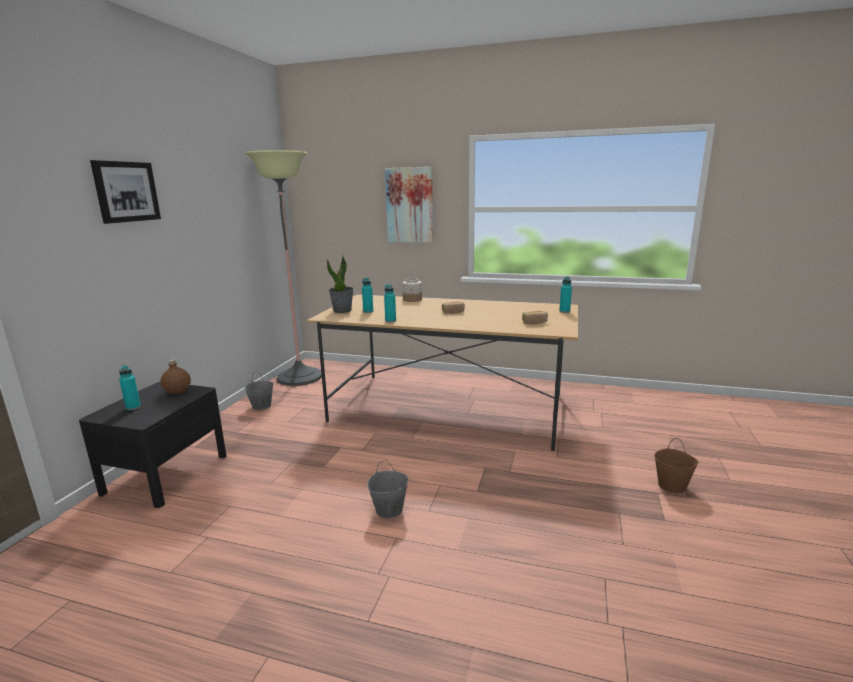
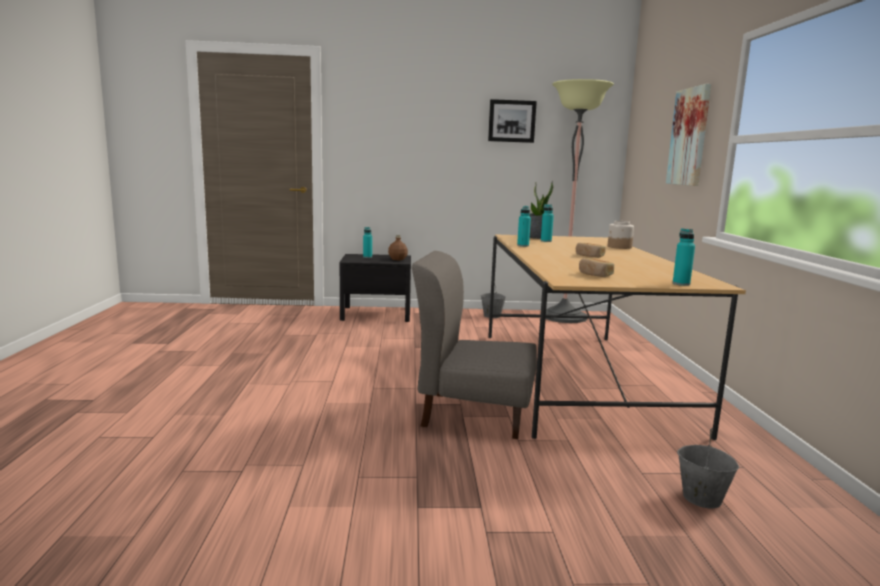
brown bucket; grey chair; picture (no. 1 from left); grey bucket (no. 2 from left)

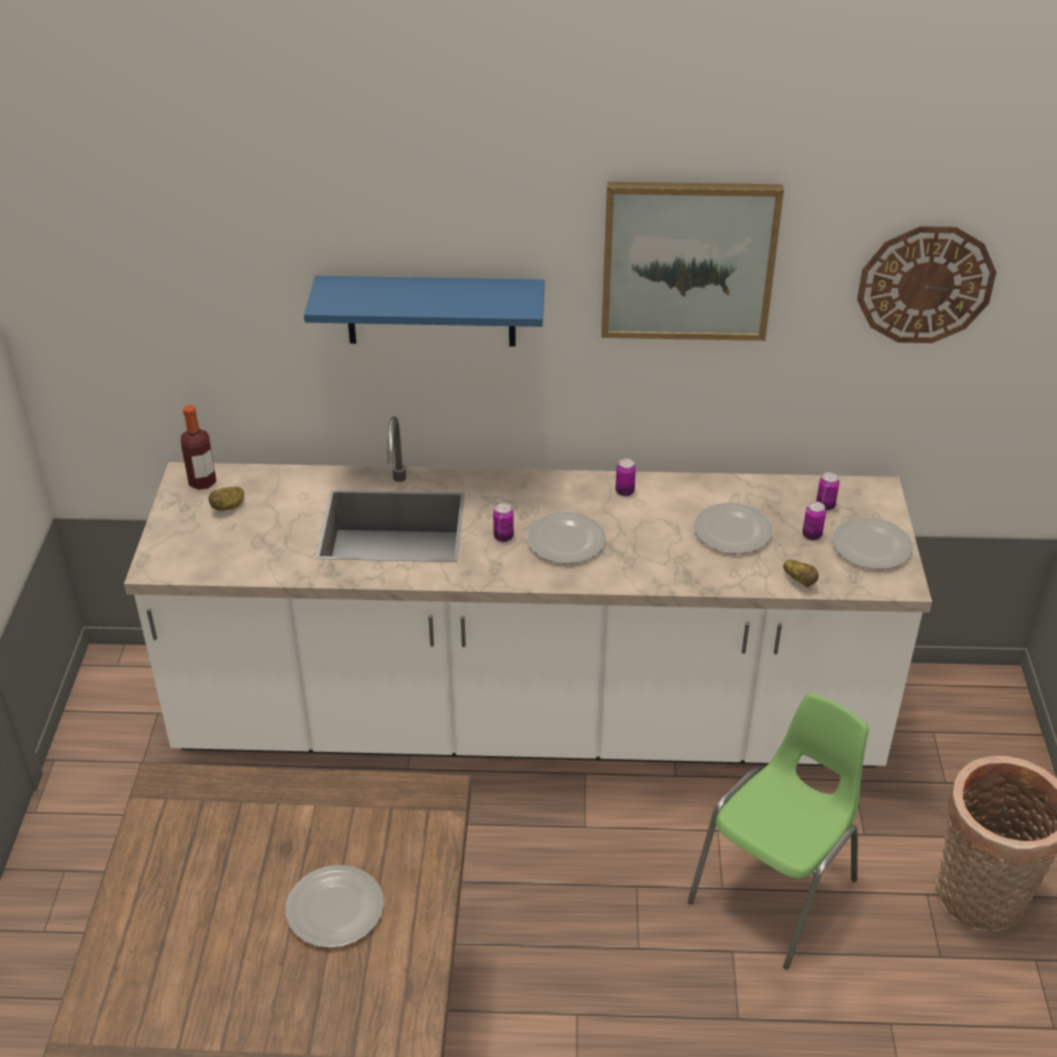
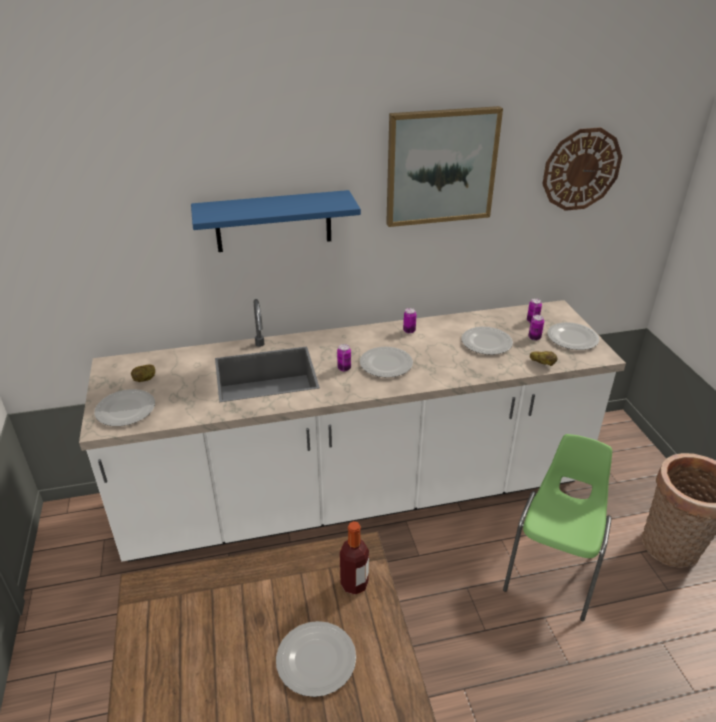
plate (no. 1 from left); bottle

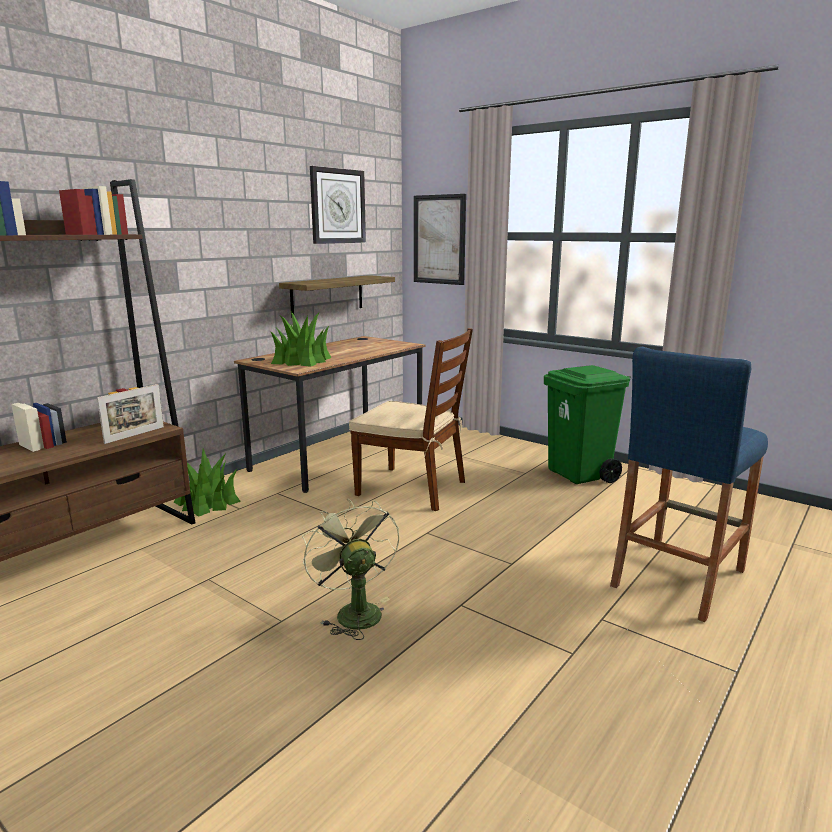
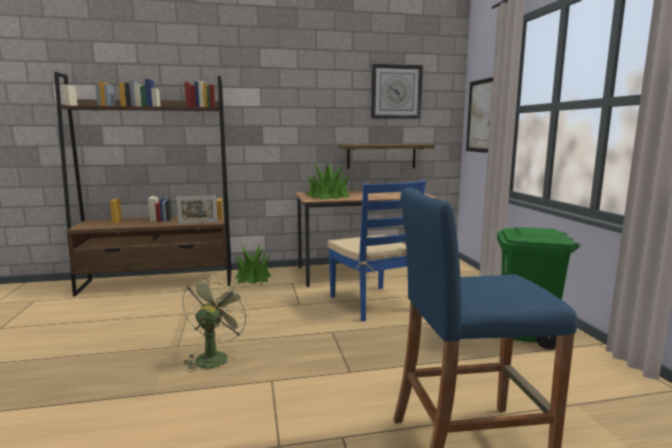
blue chair

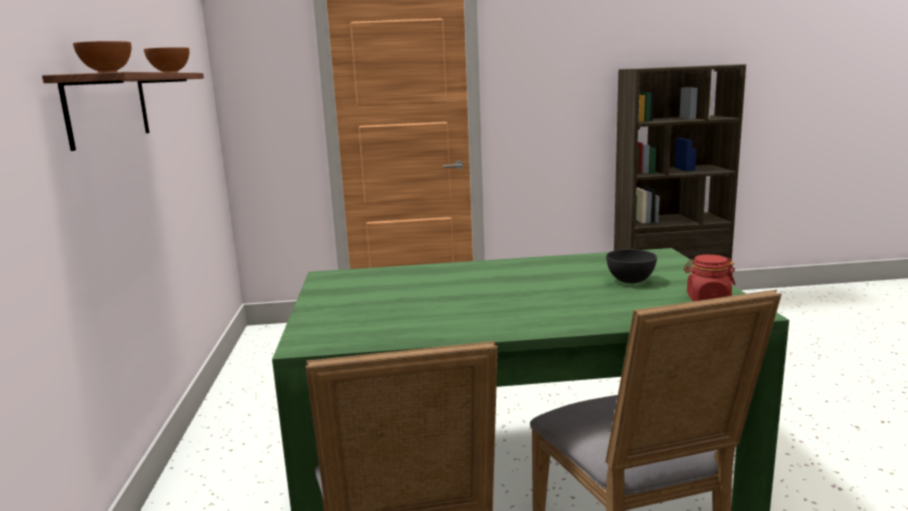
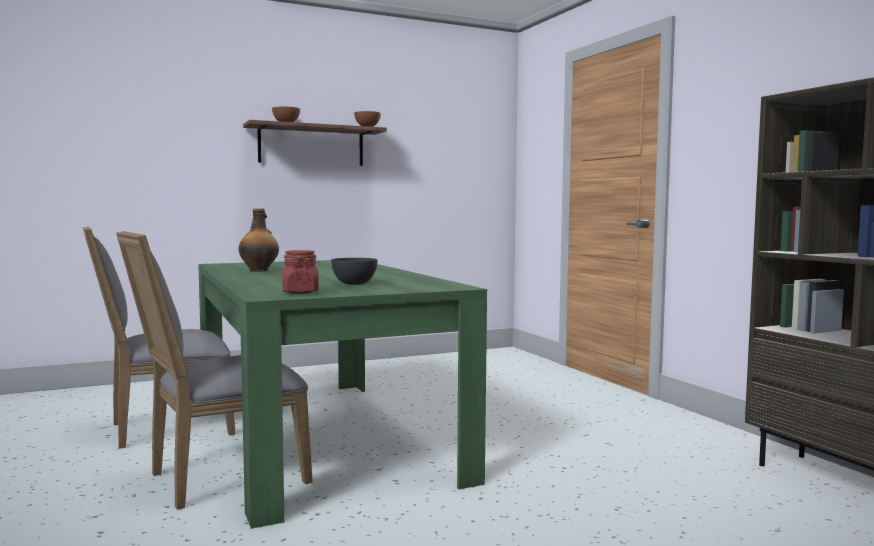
bottle

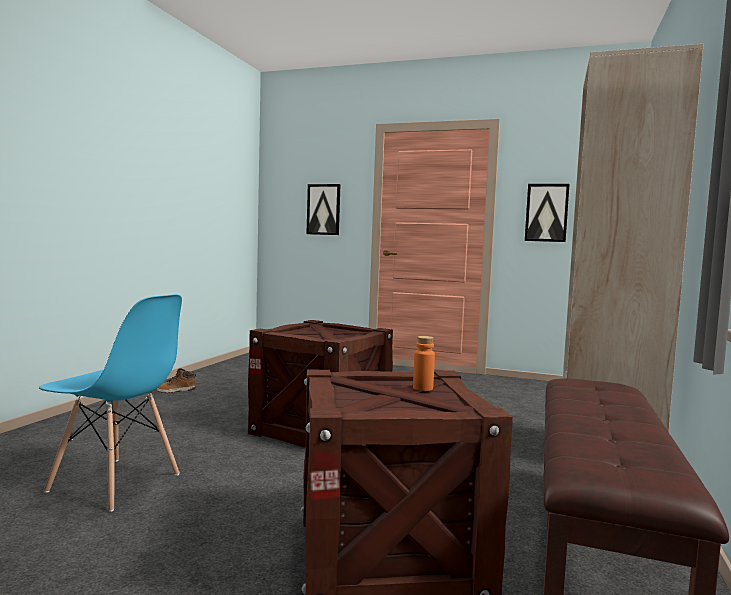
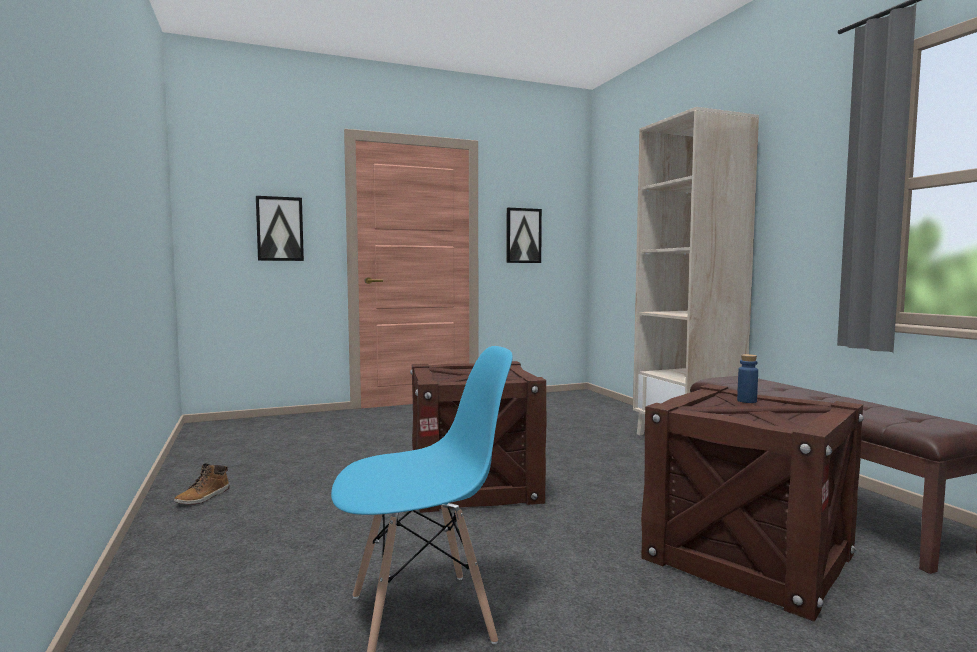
blue bottle

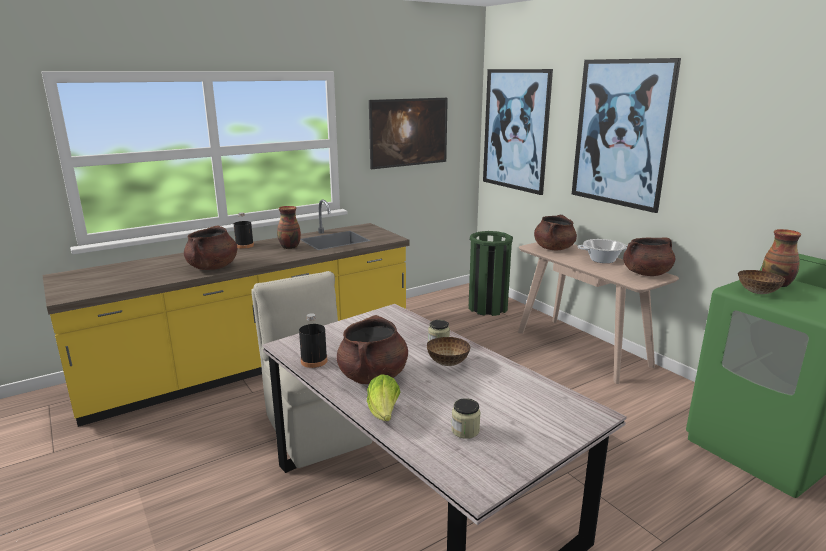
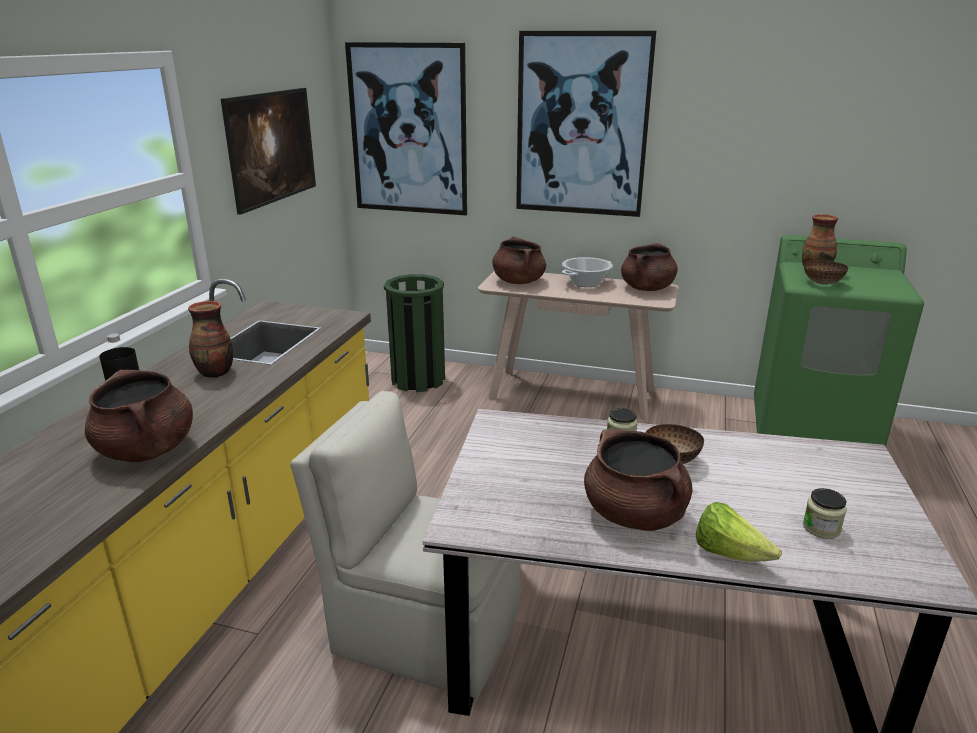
black bottle (no. 2 from left in the first image)

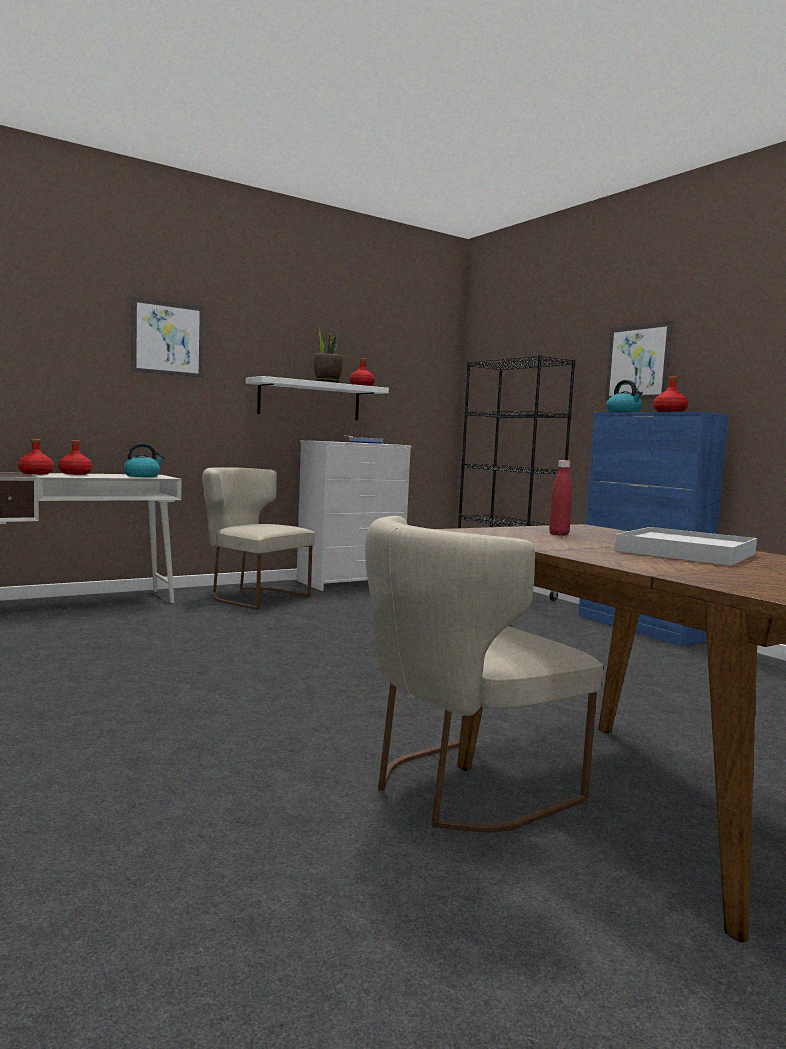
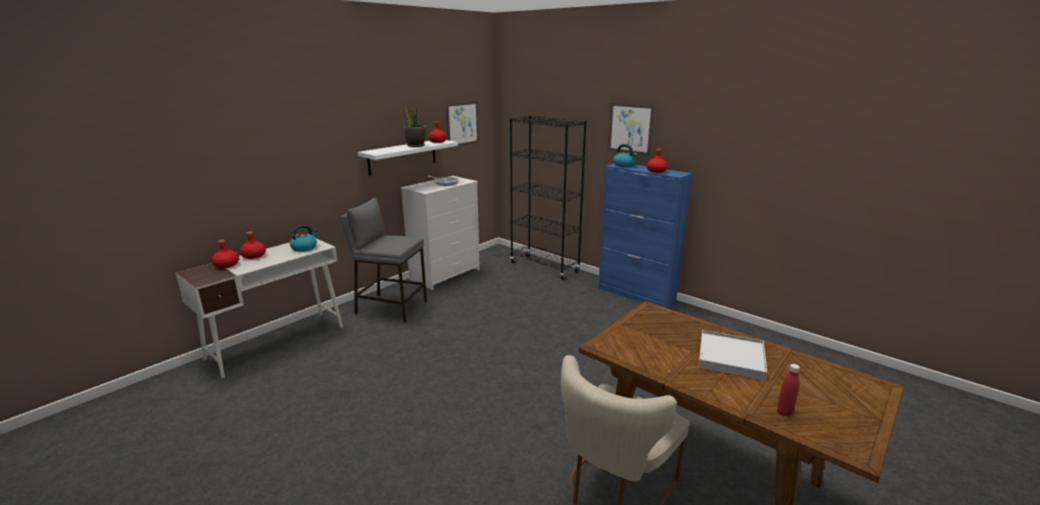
picture (no. 1 from left); red bottle (no. 5 from left); grey stool

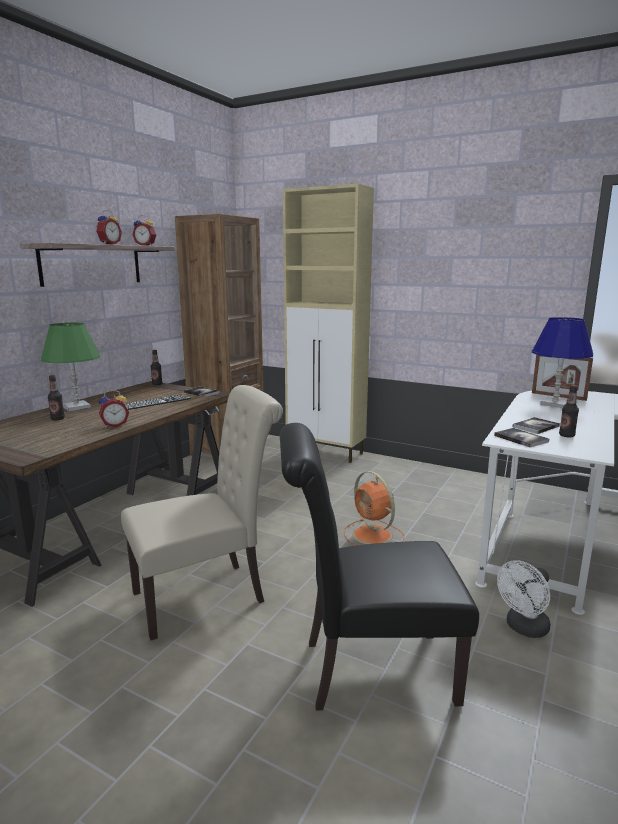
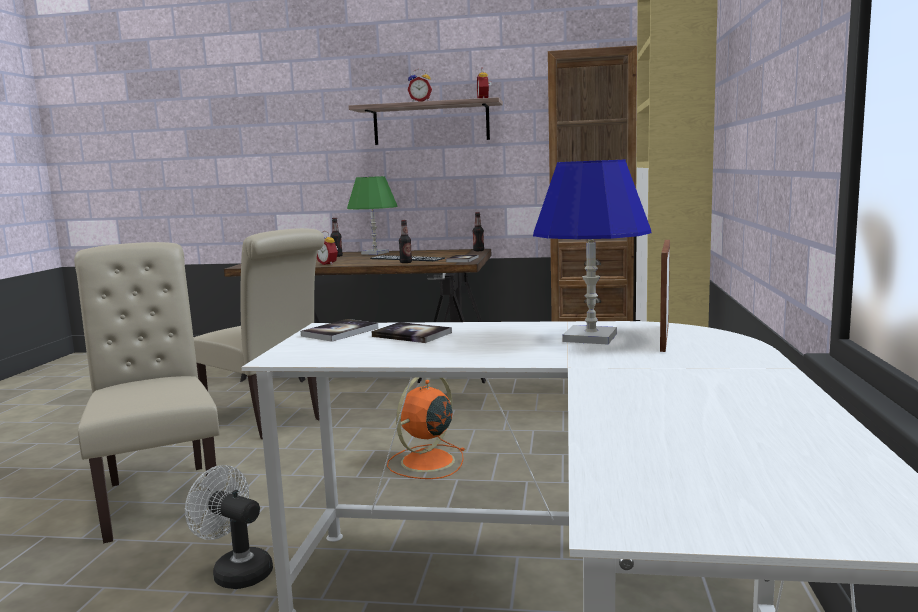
bottle (no. 2 from left); beige chair (no. 1 from left)

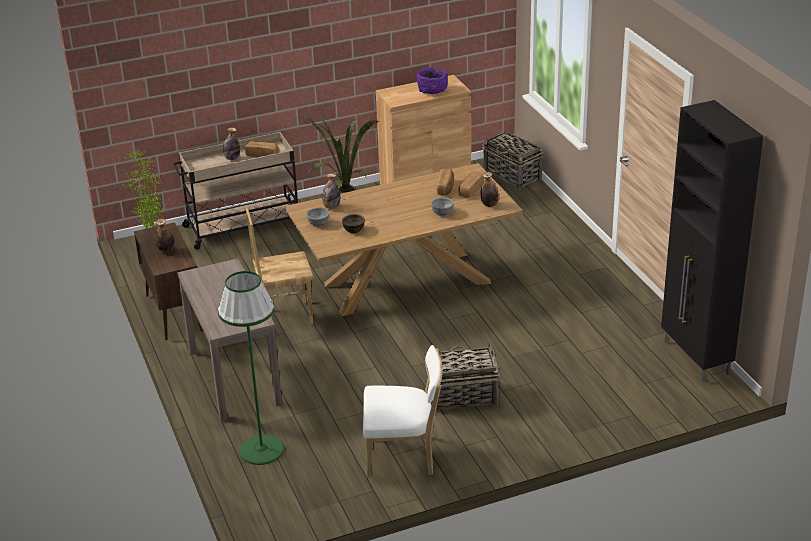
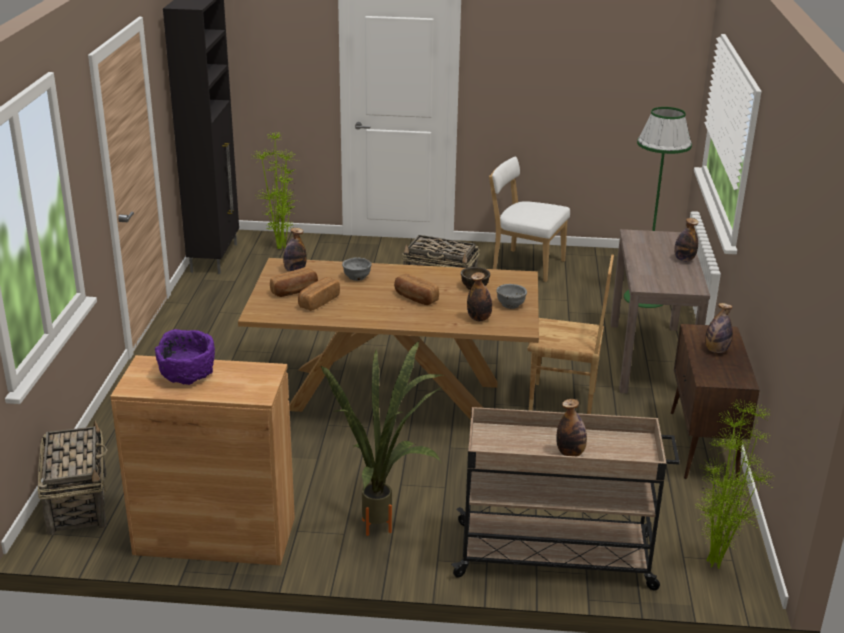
potted plant (no. 1 from left); bottle (no. 4 from left); bread (no. 3 from left)

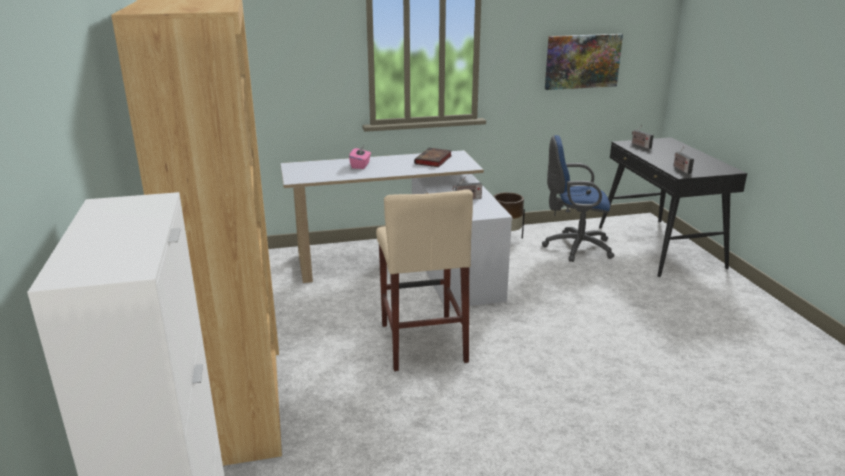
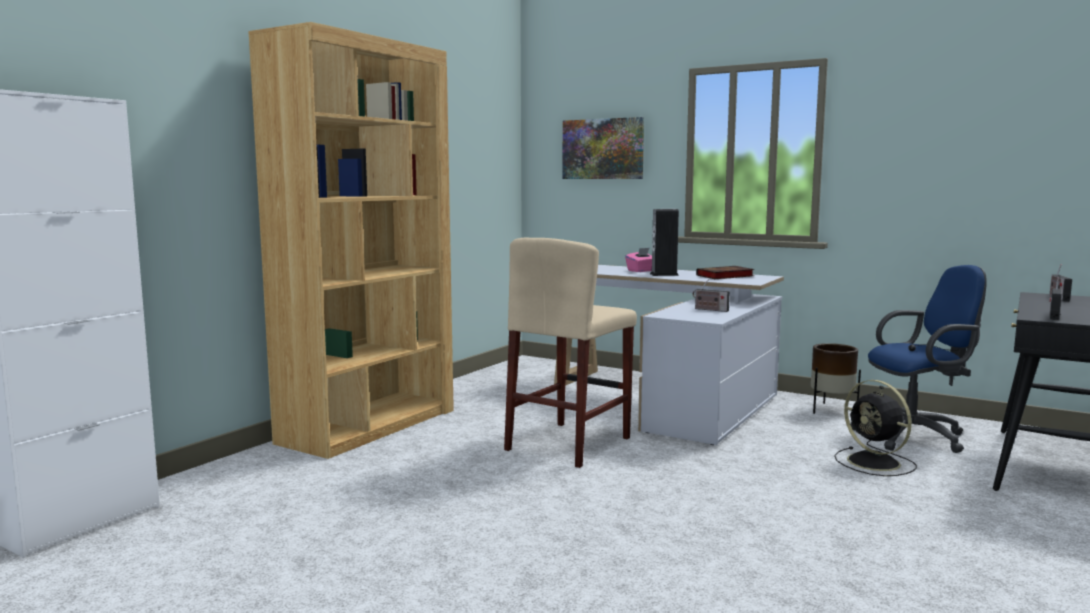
speaker; black fan; picture; blue office chair

